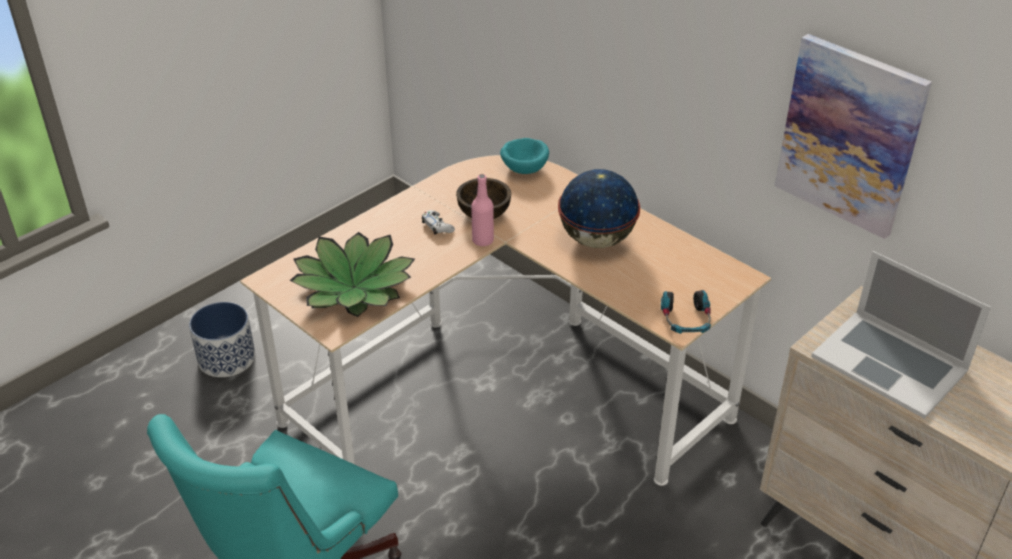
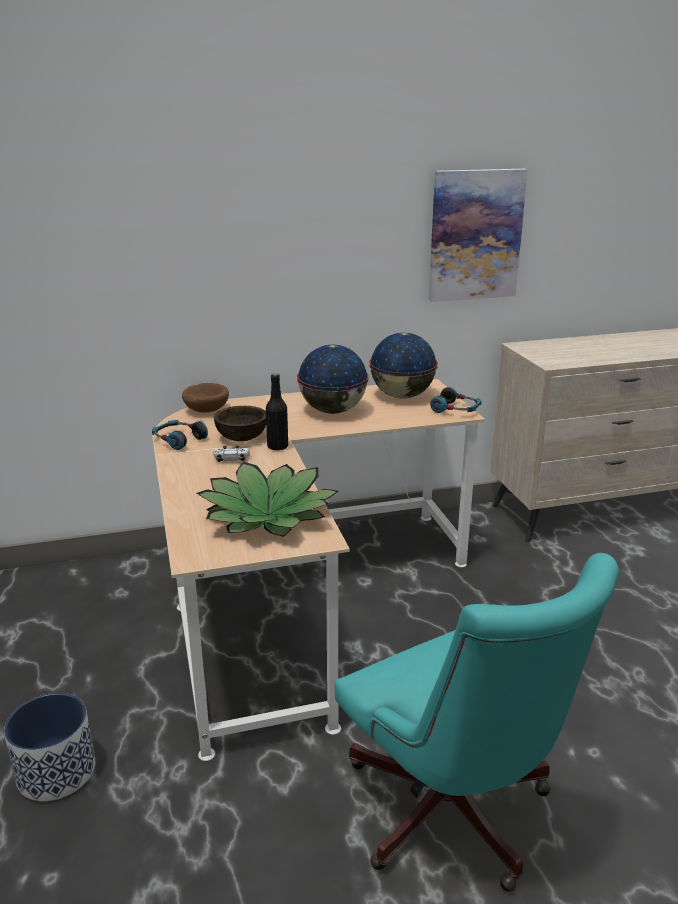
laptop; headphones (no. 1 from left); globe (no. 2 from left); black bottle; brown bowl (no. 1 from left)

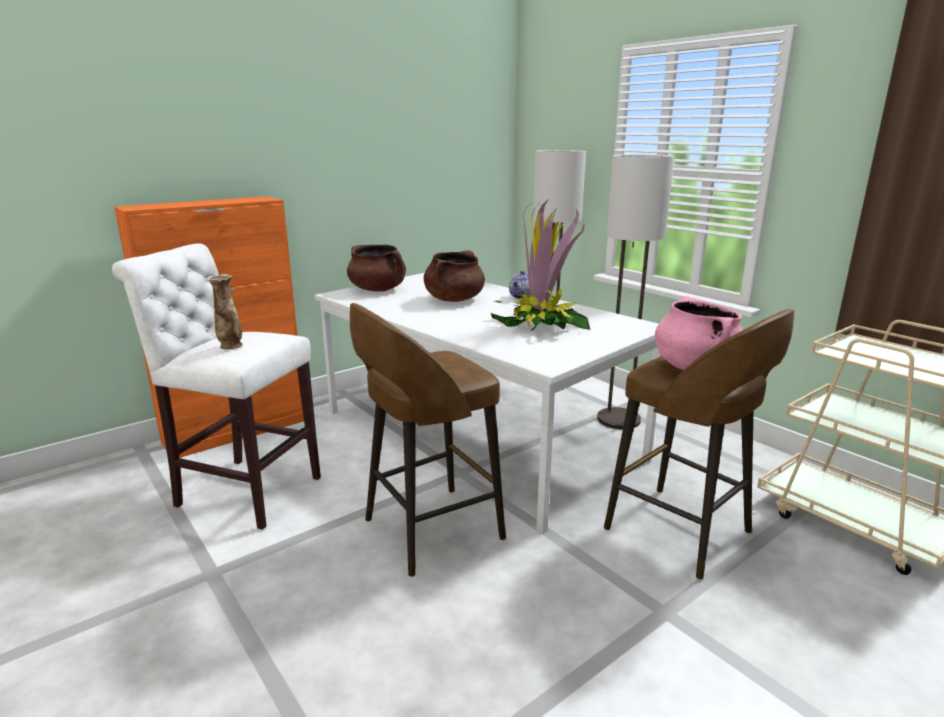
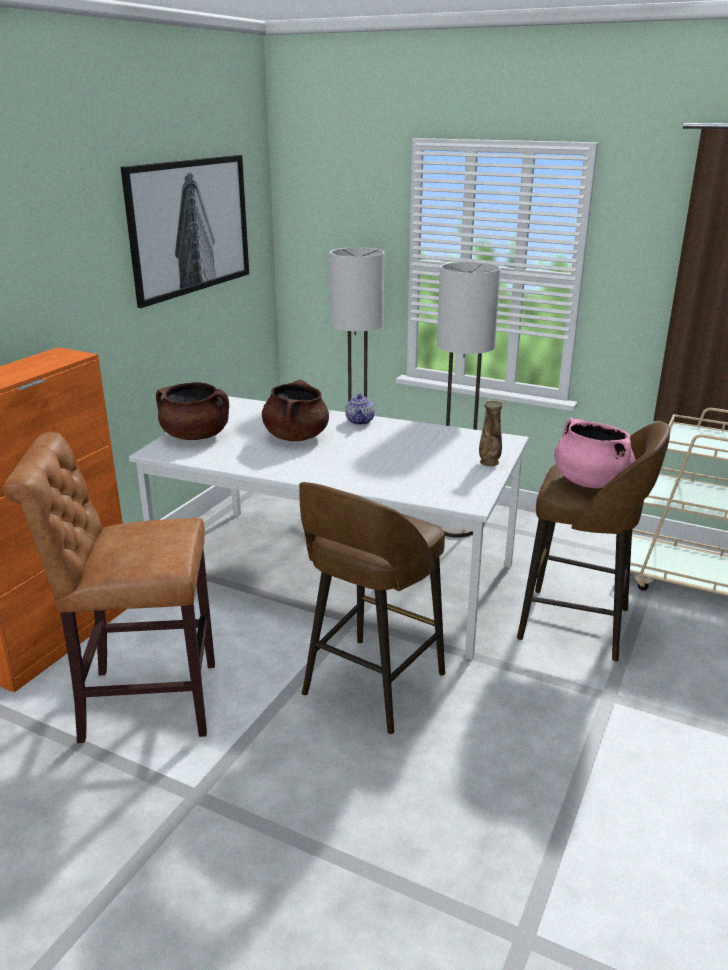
potted plant; picture; vase; brown stool (no. 1 from left)

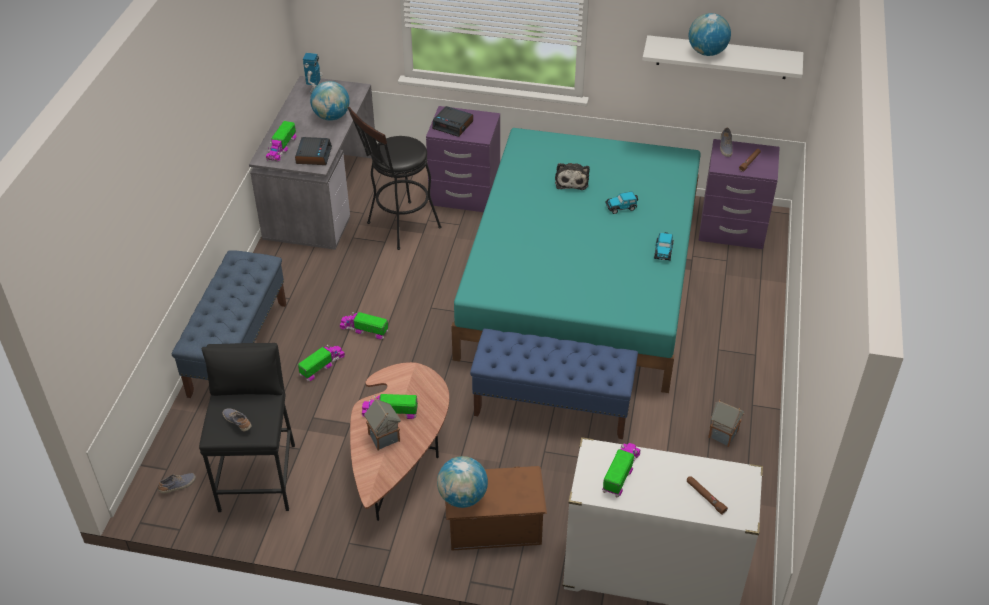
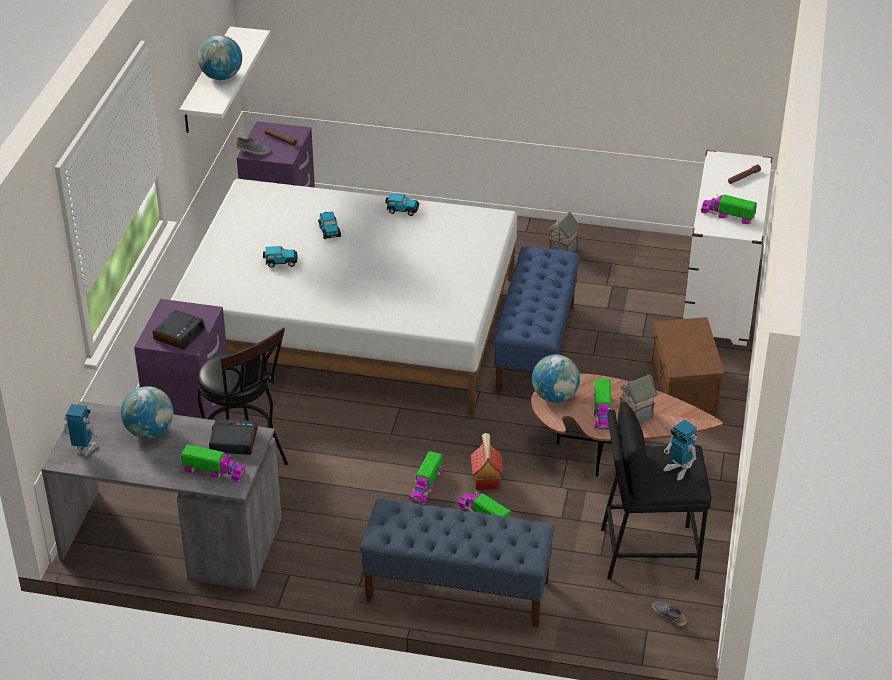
toy house (no. 1 from left); globe (no. 3 from left); toy robot (no. 2 from left); toy car (no. 1 from left); white bed

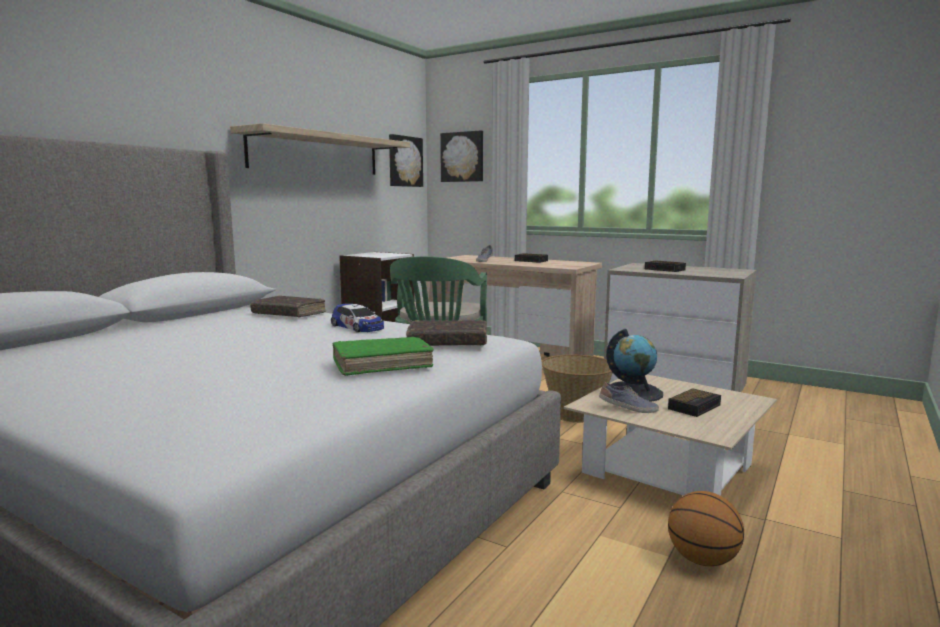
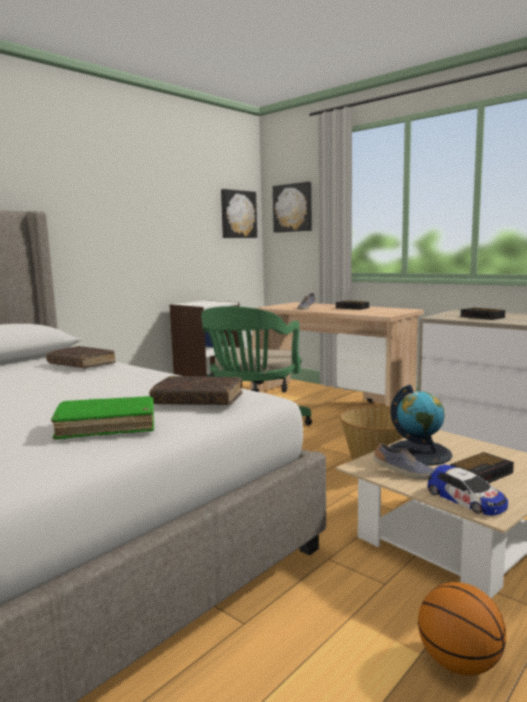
shelf; toy car

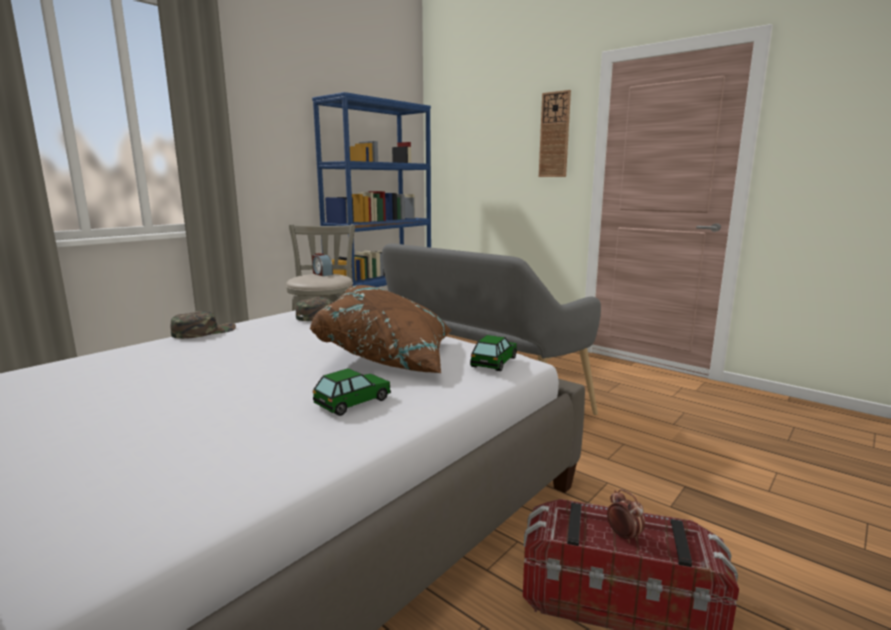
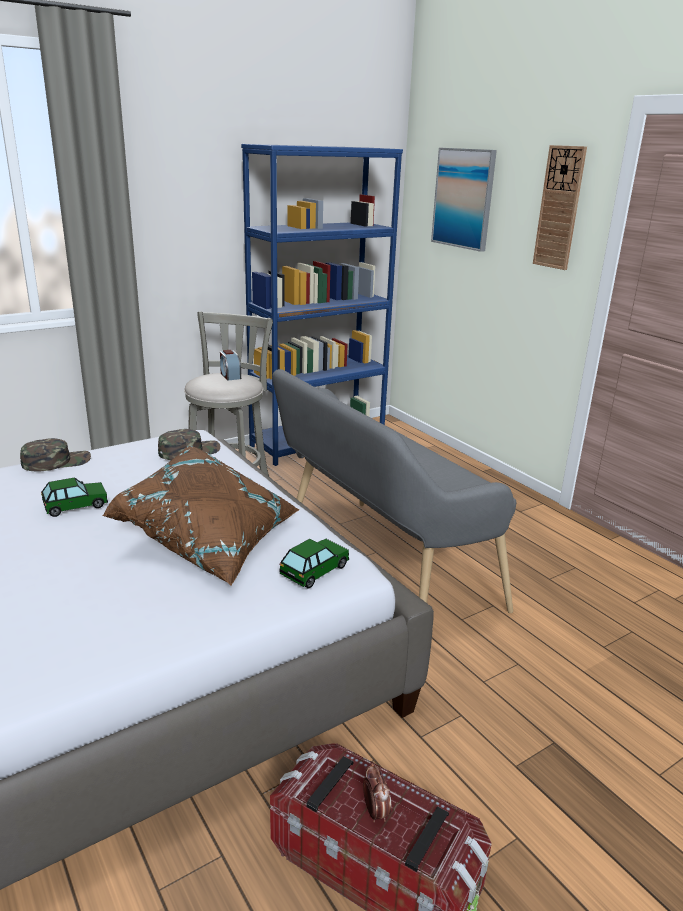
picture; toy car (no. 1 from left)

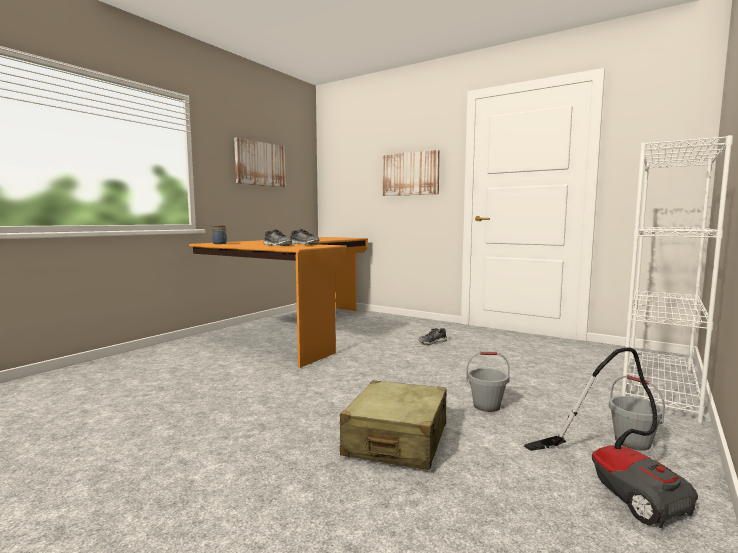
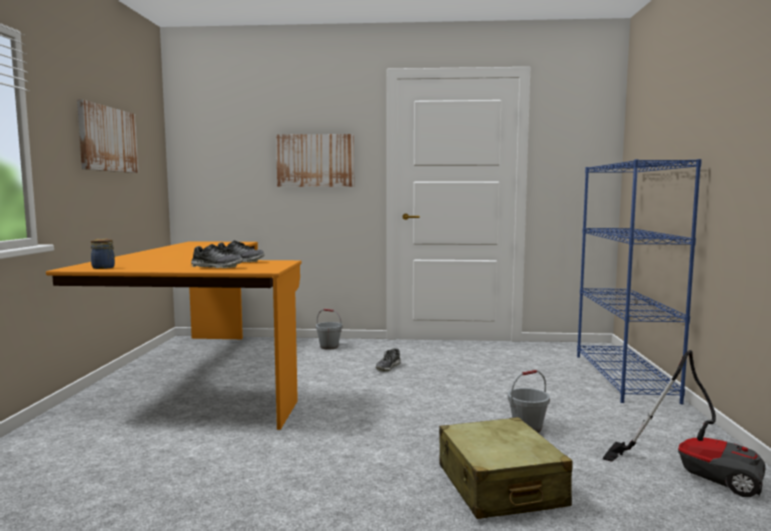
grey bucket (no. 1 from left); blue bookcase

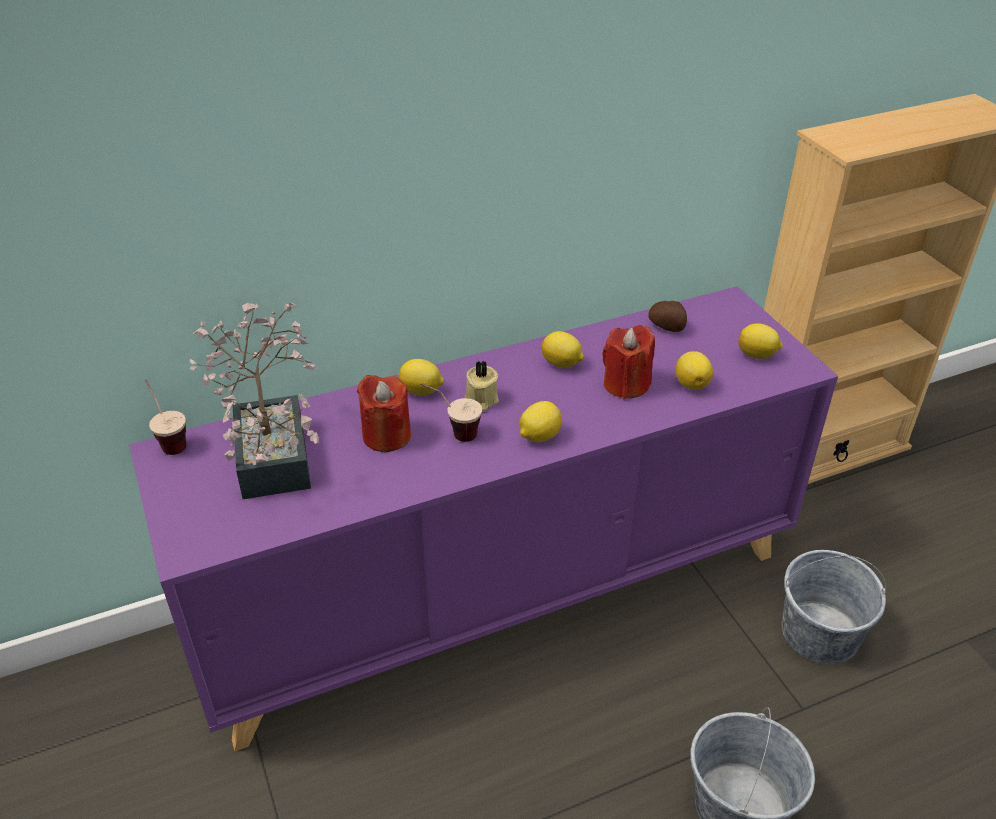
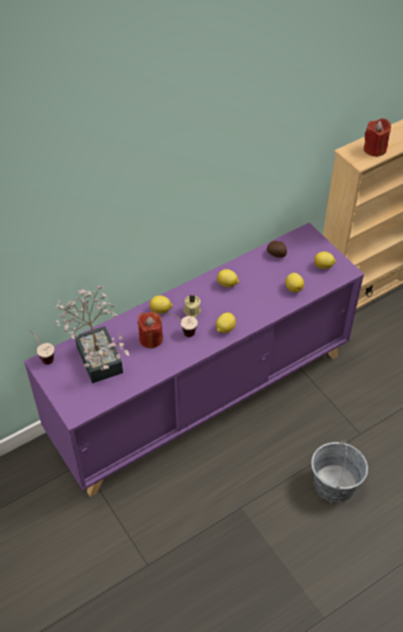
grey bucket (no. 2 from left in the first image); red candle (no. 2 from left)

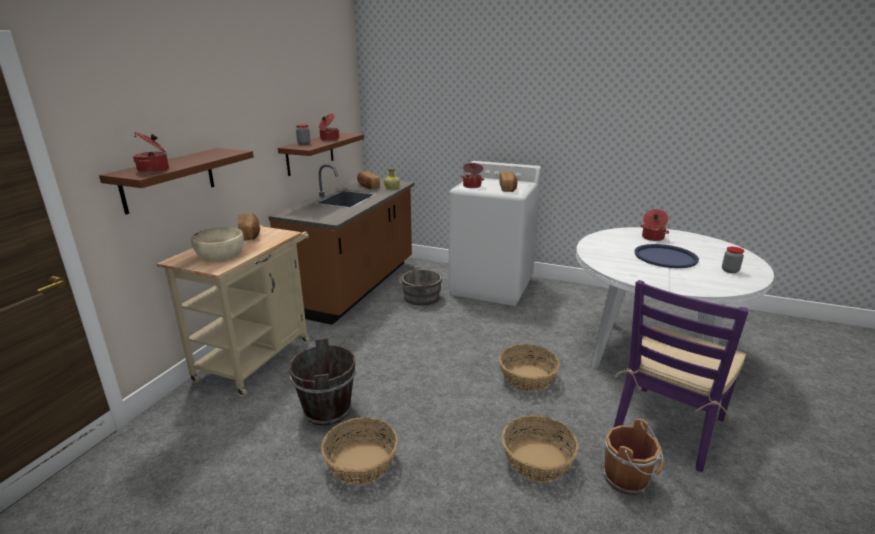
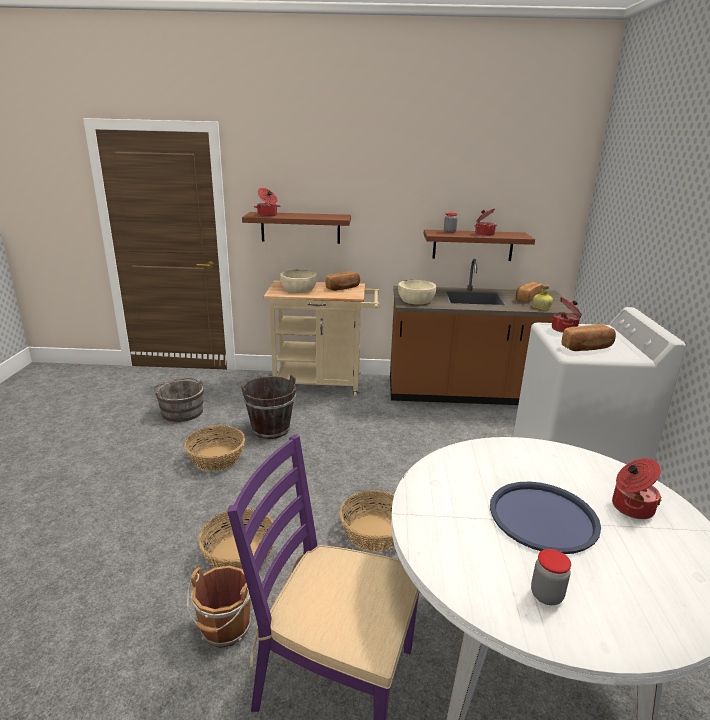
beige bowl (no. 2 from left); grey bucket

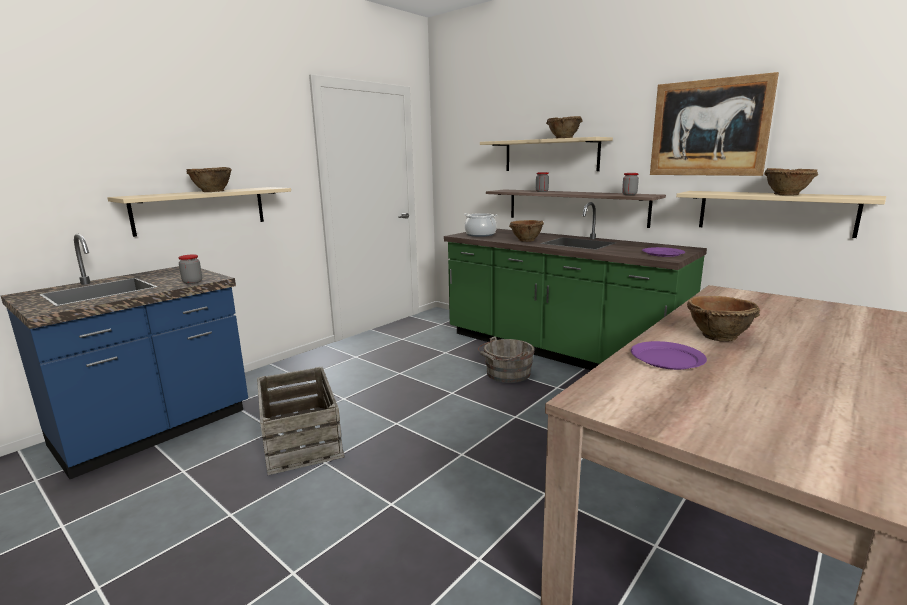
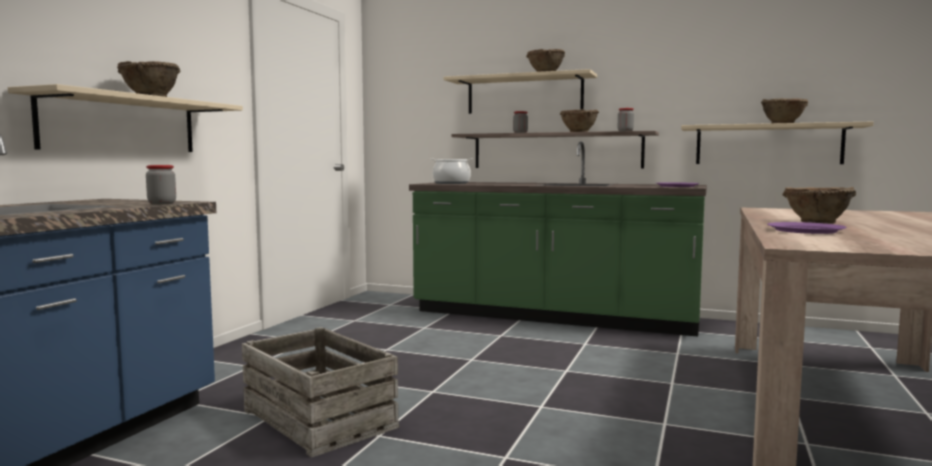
grey bucket; picture; brown bowl (no. 3 from left)

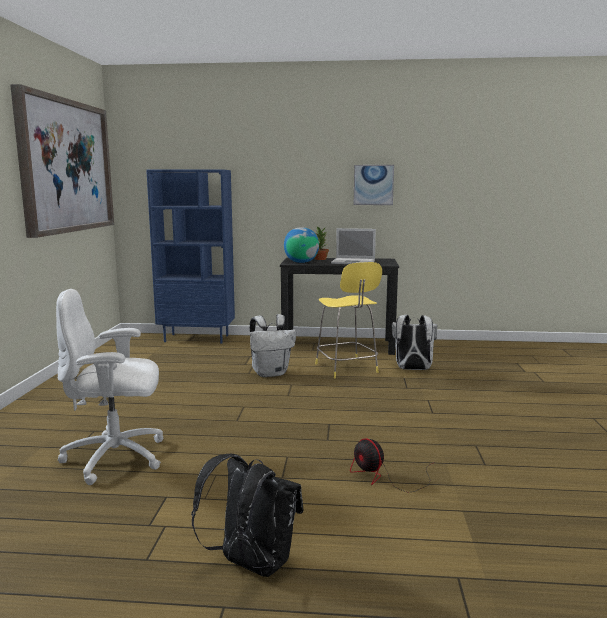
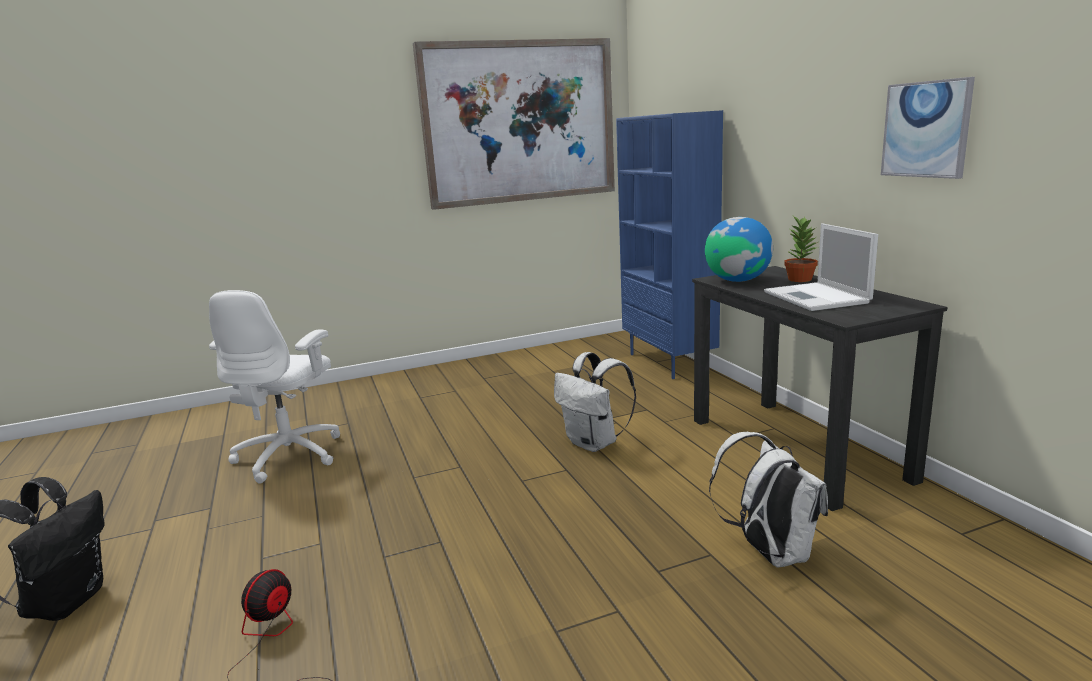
yellow stool; white office chair

